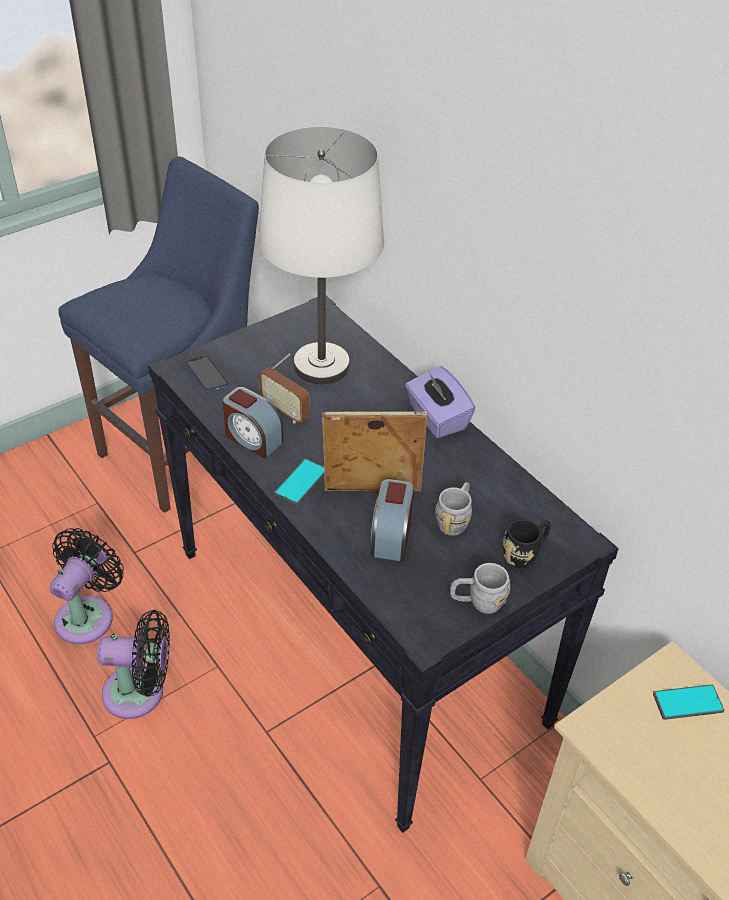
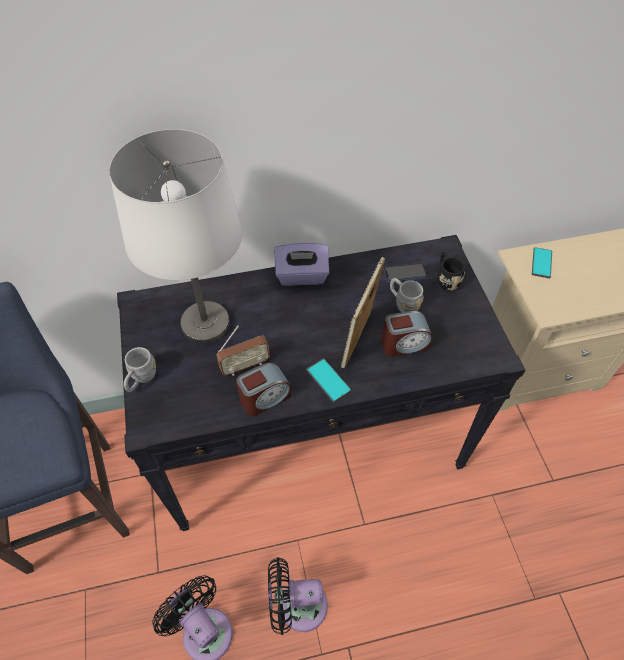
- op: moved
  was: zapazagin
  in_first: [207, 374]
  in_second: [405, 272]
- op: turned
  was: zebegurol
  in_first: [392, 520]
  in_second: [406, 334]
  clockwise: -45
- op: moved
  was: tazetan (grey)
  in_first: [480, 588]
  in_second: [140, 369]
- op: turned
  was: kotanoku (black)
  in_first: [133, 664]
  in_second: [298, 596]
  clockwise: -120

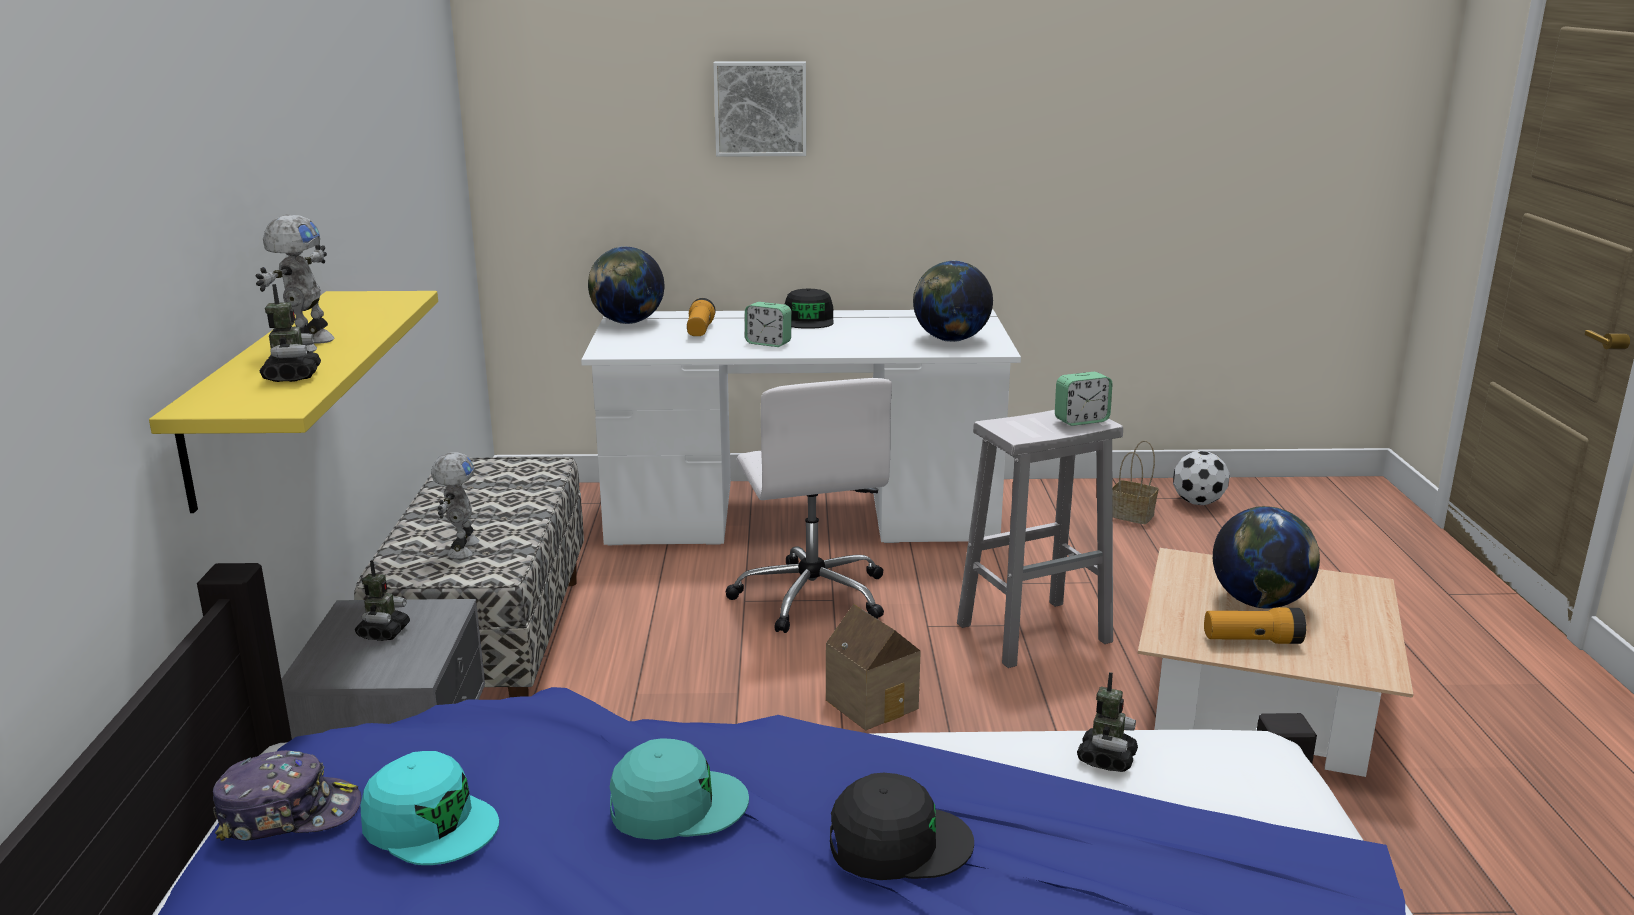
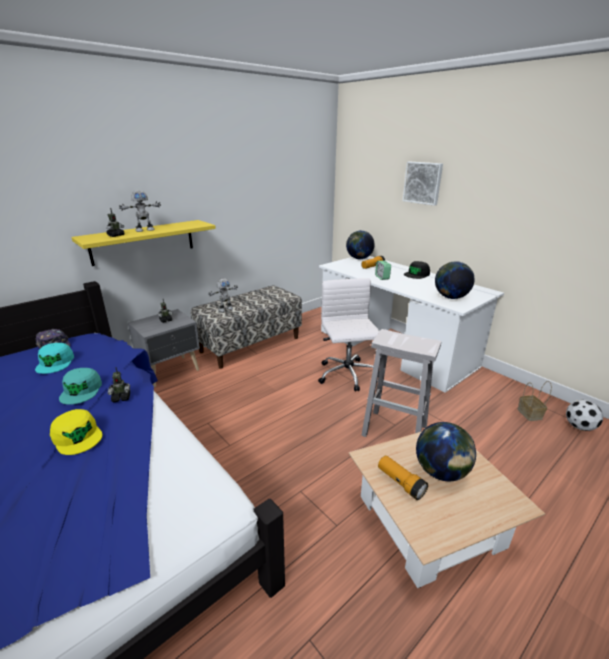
- op: removed
  was: zebegurol
  in_first: [1084, 399]
- op: turned
  was: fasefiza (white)
  in_first: [808, 505]
  in_second: [349, 335]
  clockwise: 135
- op: removed
  was: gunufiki
  in_first: [873, 667]
- op: moved
  was: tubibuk
  in_first: [1107, 722]
  in_second: [119, 384]
- op: turned
  was: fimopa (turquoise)
  in_first: [679, 789]
  in_second: [80, 386]
  clockwise: 45
- op: recoloured
  was: fimopa (black)
  now: fimopa (yellow)
  in_first: [902, 826]
  in_second: [76, 432]

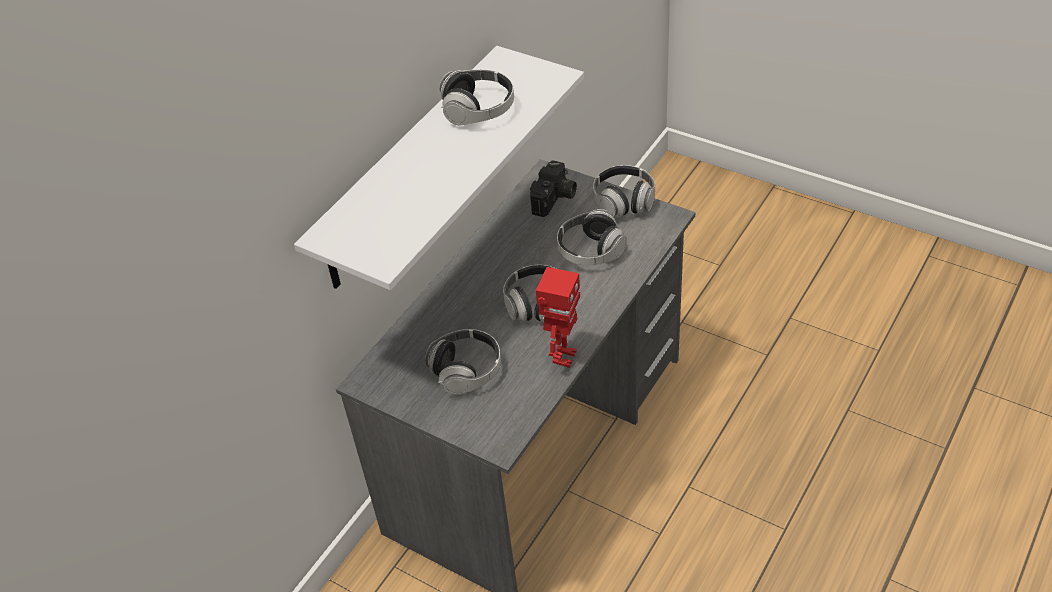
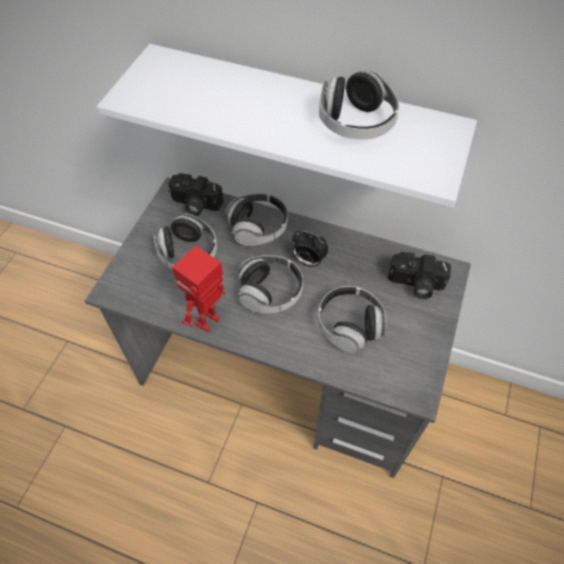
- op: moved
  was: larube
  in_first: [624, 191]
  in_second: [256, 219]
- op: turned
  was: tubibuk
  in_first: [558, 317]
  in_second: [199, 289]
  clockwise: 120
- op: added
  now: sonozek
  in_second: [195, 194]
- op: added
  now: zebegurol
  in_second: [310, 248]

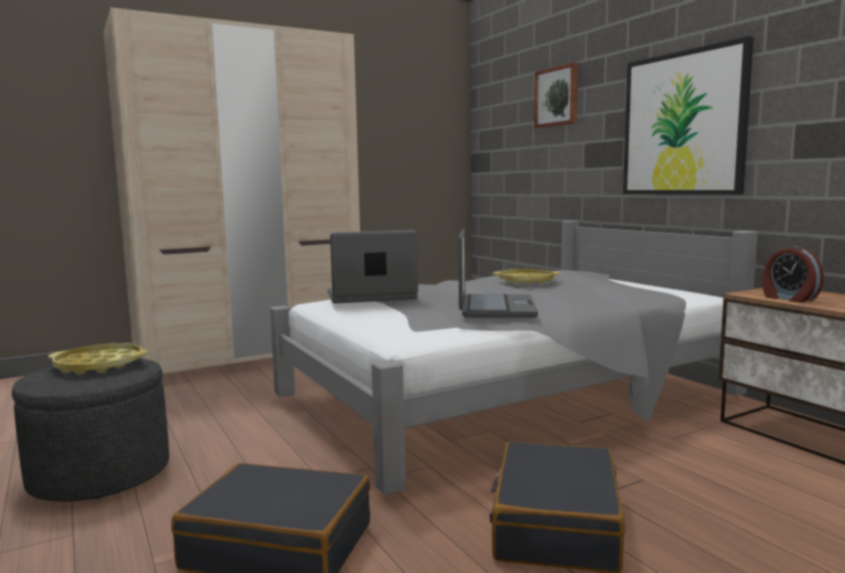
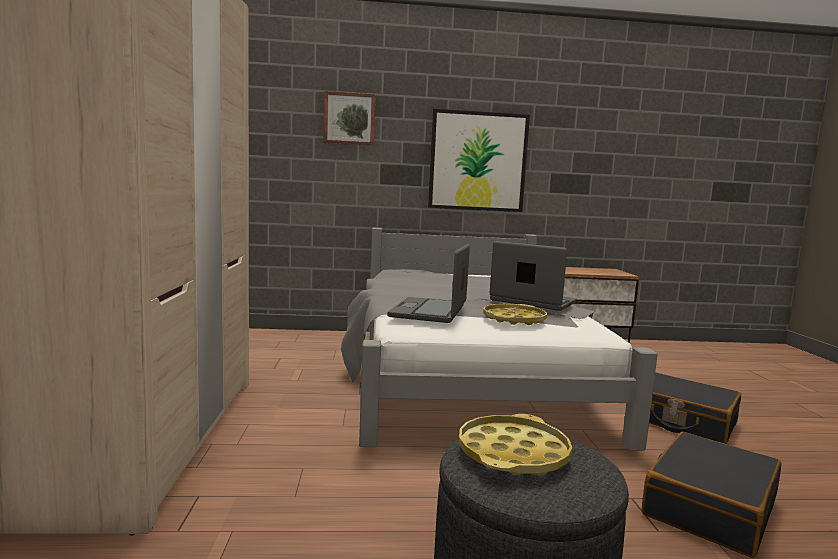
- op: removed
  was: zebegurol
  in_first: [793, 274]
- op: moved
  was: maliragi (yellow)
  in_first: [526, 276]
  in_second: [515, 314]

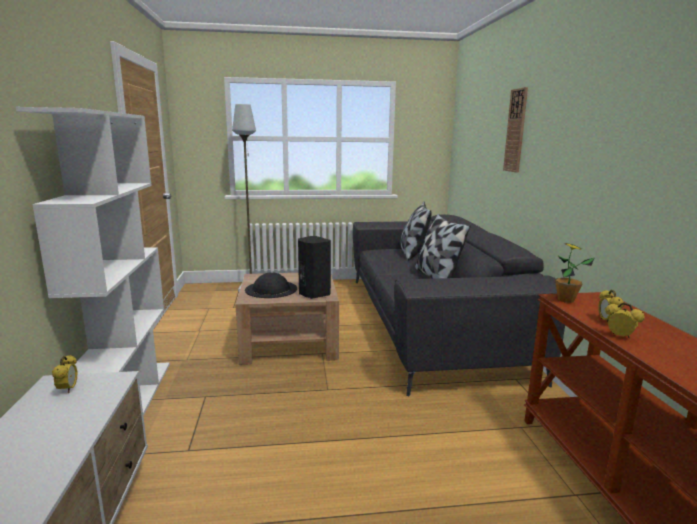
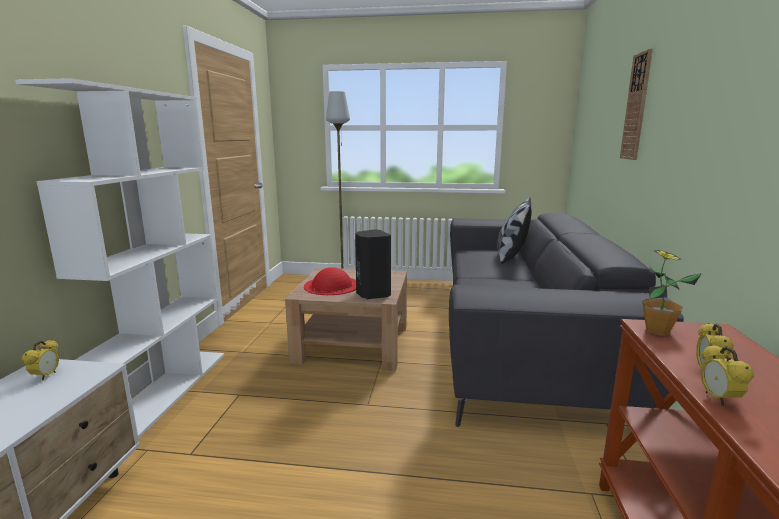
- op: removed
  was: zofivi
  in_first: [443, 246]
- op: recoloured
  was: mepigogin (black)
  now: mepigogin (red)
  in_first: [271, 285]
  in_second: [330, 281]
- op: turned
  was: zebegurol
  in_first: [625, 320]
  in_second: [727, 375]
  clockwise: -150

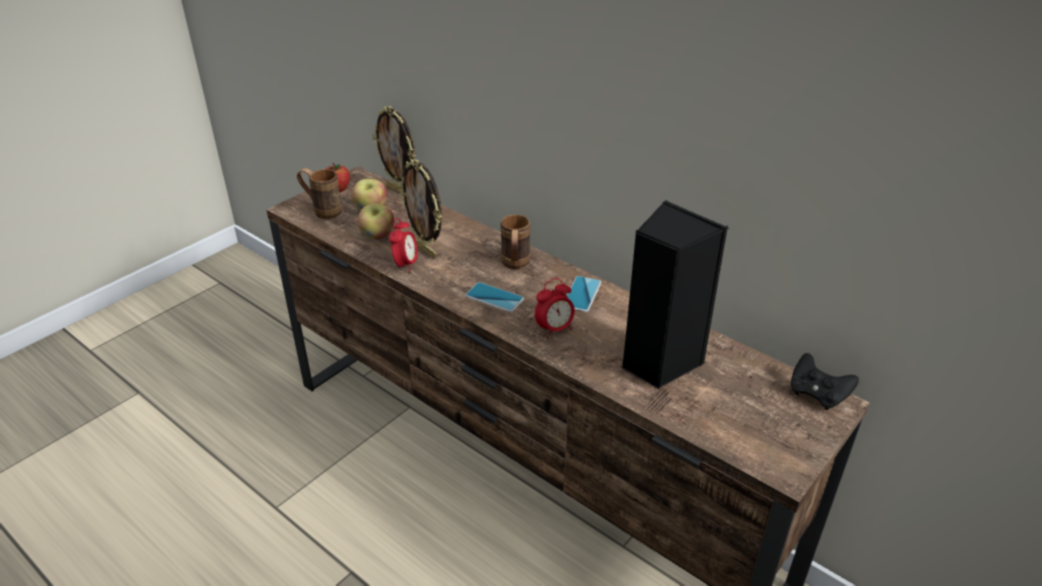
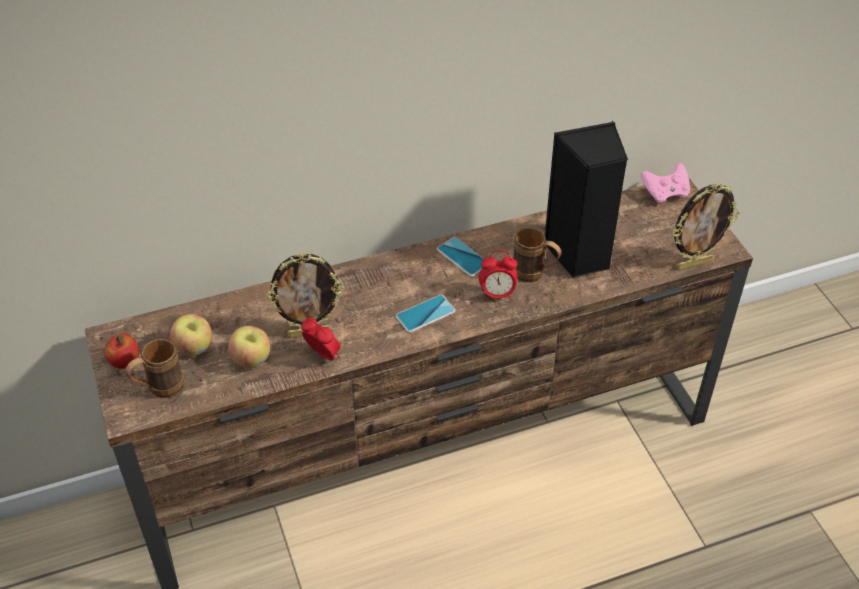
- op: moved
  was: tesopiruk
  in_first: [394, 150]
  in_second: [705, 227]
- op: moved
  was: tazetan (brown)
  in_first: [515, 241]
  in_second: [537, 254]
- op: turned
  was: zebegurol
  in_first: [555, 308]
  in_second: [498, 276]
  clockwise: 90
- op: recoloured
  was: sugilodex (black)
  now: sugilodex (pink)
  in_first: [825, 381]
  in_second: [665, 183]

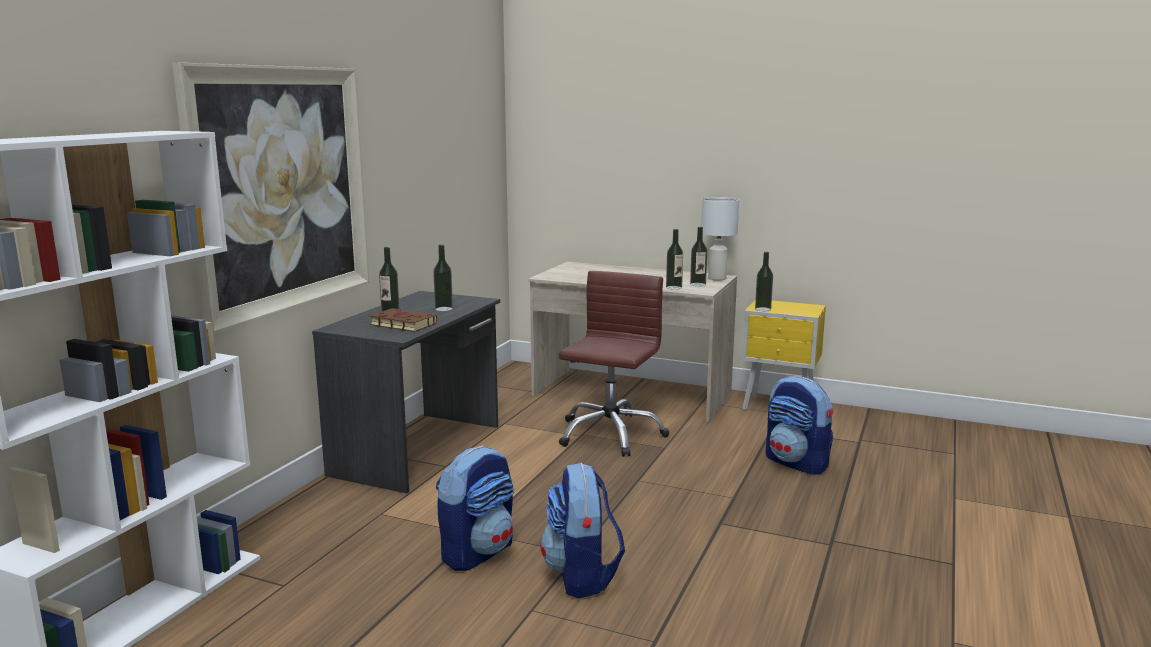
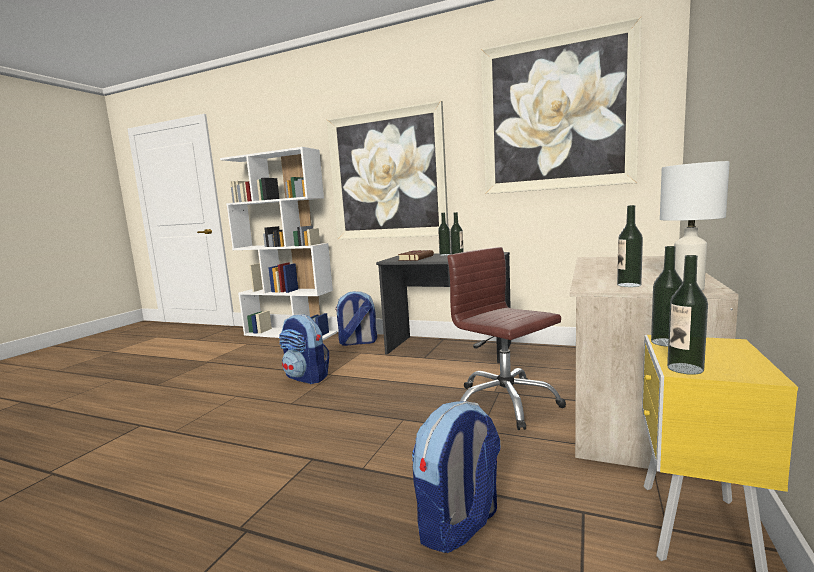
- op: moved
  was: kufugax
  in_first: [674, 259]
  in_second: [687, 315]
- op: turned
  was: fasefiza (brown)
  in_first: [614, 364]
  in_second: [506, 338]
  clockwise: -150
- op: moved
  was: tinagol
  in_first: [582, 530]
  in_second: [356, 318]
- op: added
  now: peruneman
  in_second: [561, 105]

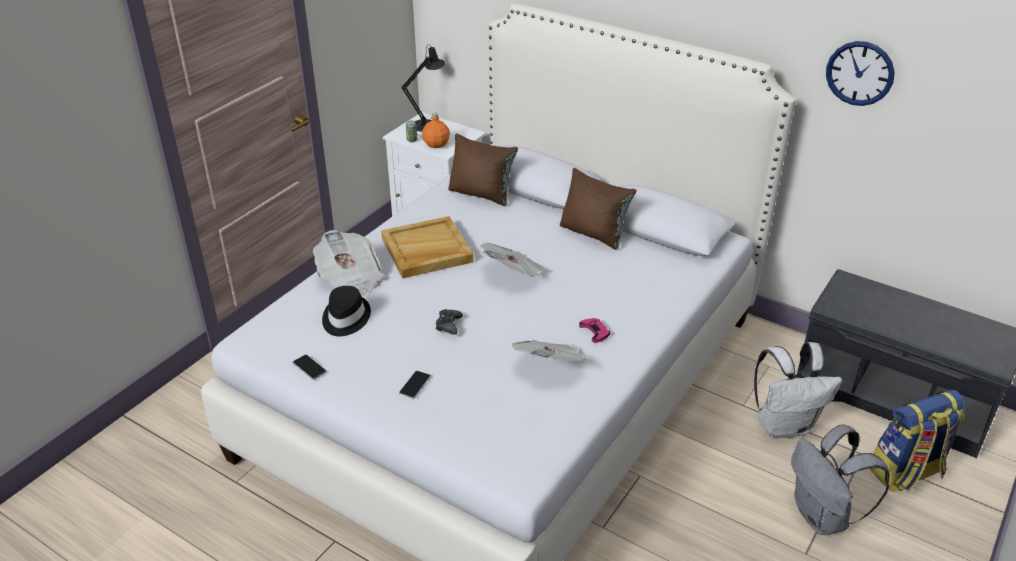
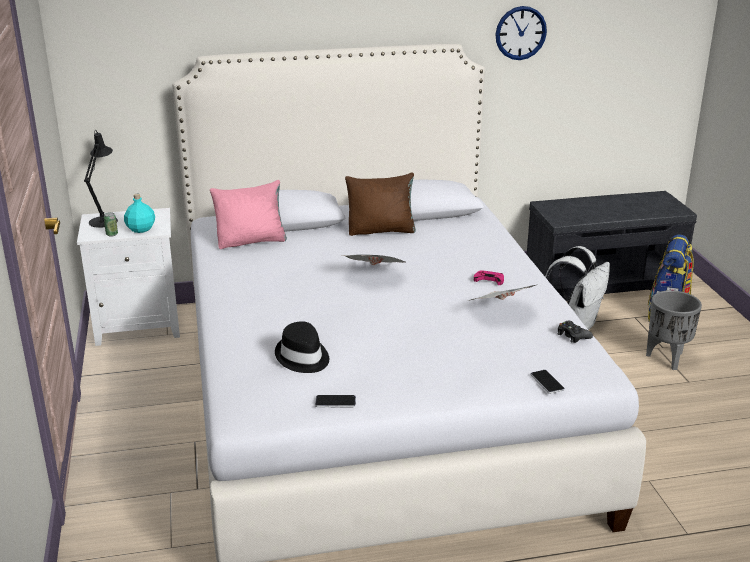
- op: recoloured
  was: kufugax (orange)
  now: kufugax (turquoise)
  in_first: [436, 130]
  in_second: [139, 213]
- op: recoloured
  was: zofivi (brown)
  now: zofivi (pink)
  in_first: [483, 170]
  in_second: [248, 214]
- op: removed
  was: maliragi (beige)
  in_first: [427, 247]
- op: removed
  was: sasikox
  in_first: [348, 263]
- op: moved
  was: sugilodex (black)
  in_first: [449, 322]
  in_second: [575, 331]
- op: moved
  was: zapazagin
  in_first: [415, 385]
  in_second: [547, 382]
- op: replaced
  was: tinagol (grey)
  now: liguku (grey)
  in_first: [840, 479]
  in_second: [674, 330]

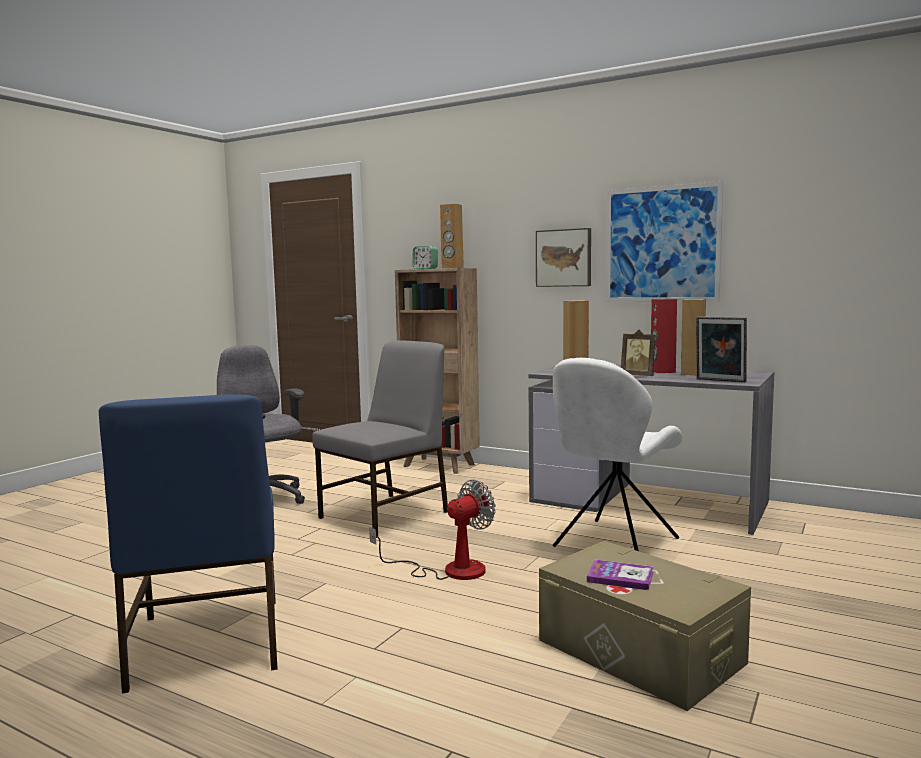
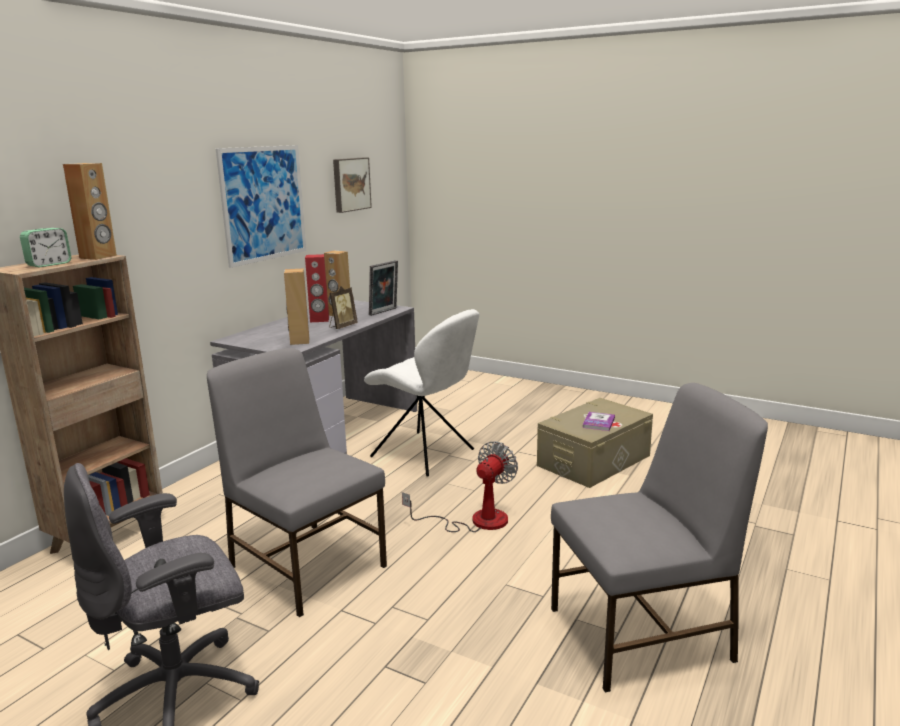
- op: moved
  was: peruneman
  in_first: [563, 257]
  in_second: [352, 185]
- op: recoloured
  was: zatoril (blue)
  now: zatoril (grey)
  in_first: [188, 543]
  in_second: [659, 538]
- op: turned
  was: kotanoku
  in_first: [432, 529]
  in_second: [460, 486]
  clockwise: 75

